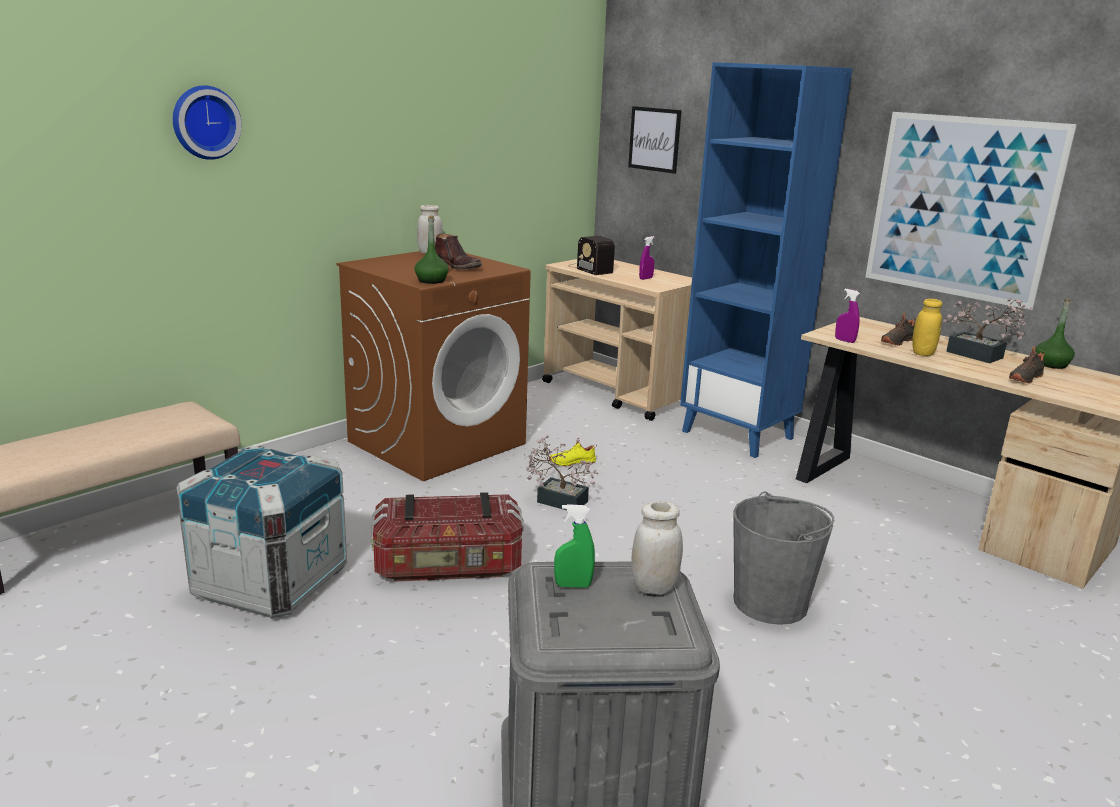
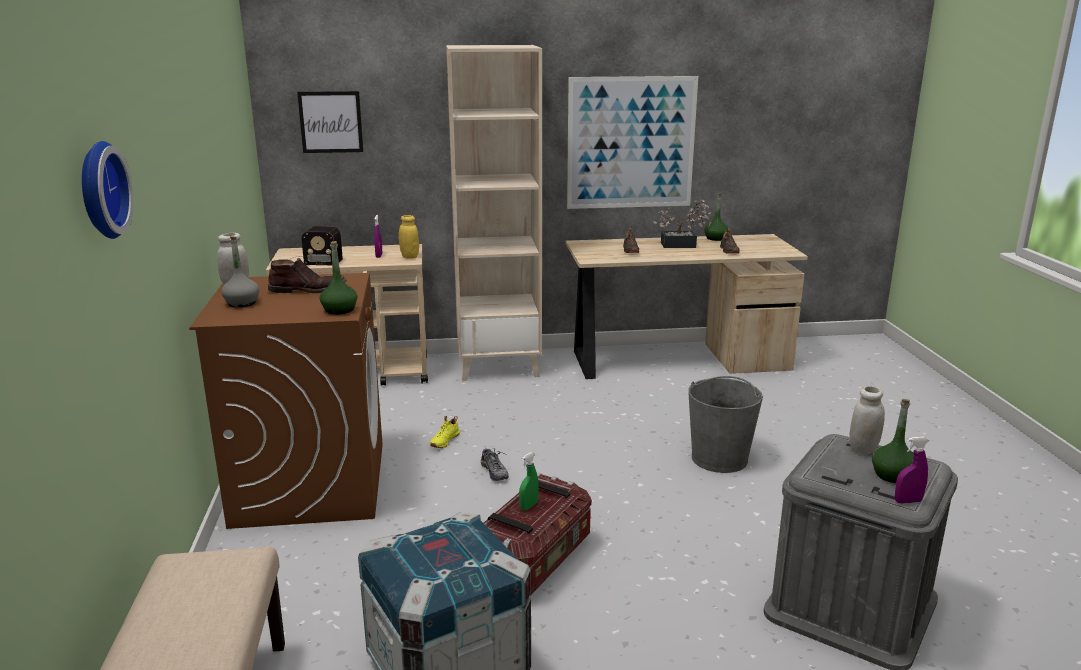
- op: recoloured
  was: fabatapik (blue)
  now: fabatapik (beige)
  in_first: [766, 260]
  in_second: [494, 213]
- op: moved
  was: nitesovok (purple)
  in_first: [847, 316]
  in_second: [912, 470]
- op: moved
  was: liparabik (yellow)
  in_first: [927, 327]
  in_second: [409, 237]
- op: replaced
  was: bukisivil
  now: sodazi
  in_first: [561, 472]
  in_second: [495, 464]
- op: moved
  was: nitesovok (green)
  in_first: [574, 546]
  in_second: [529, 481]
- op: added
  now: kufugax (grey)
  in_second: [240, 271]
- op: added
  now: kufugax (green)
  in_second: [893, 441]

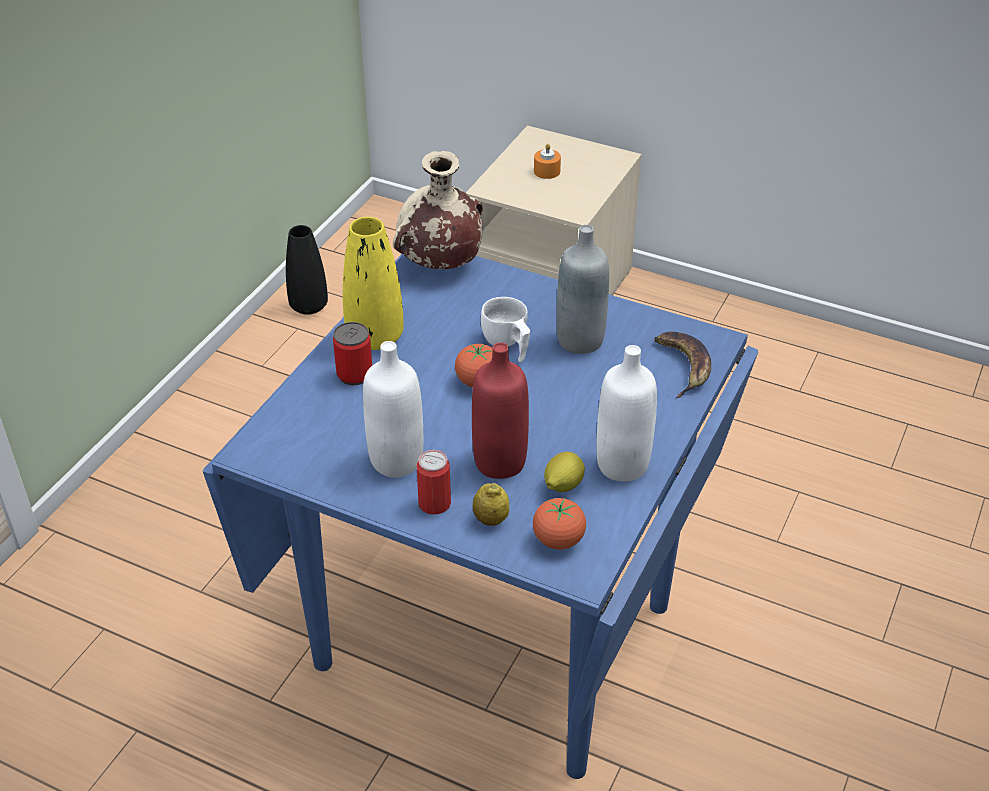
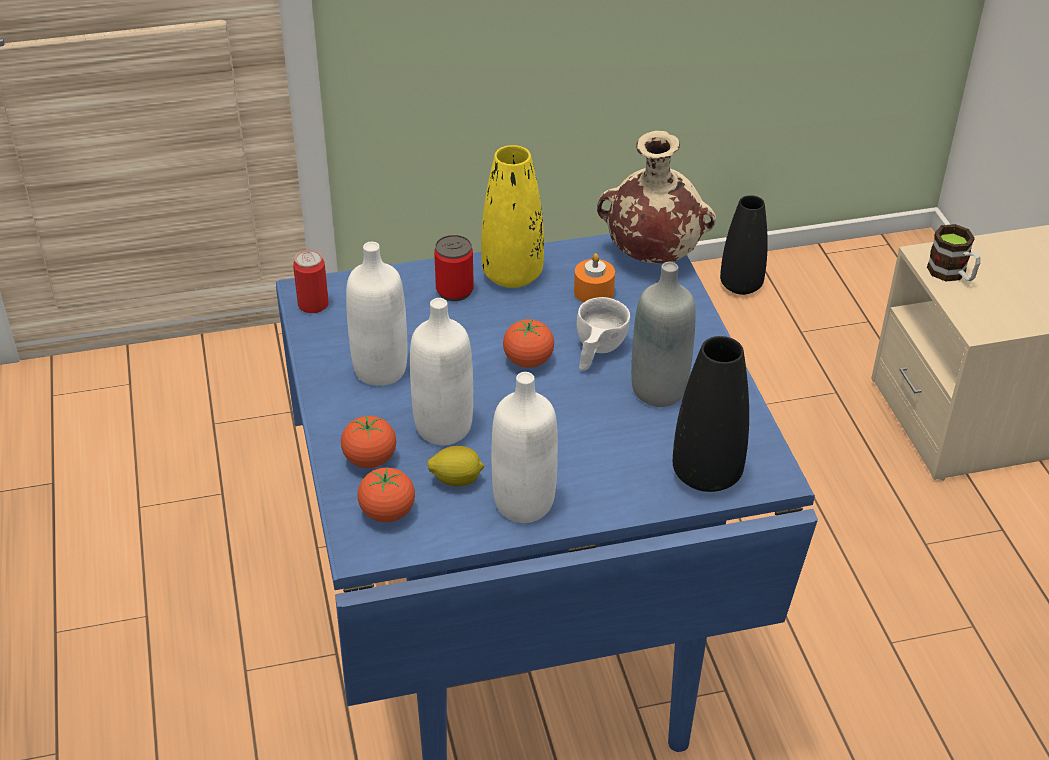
- op: moved
  was: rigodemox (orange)
  in_first: [547, 161]
  in_second: [594, 278]
- op: replaced
  was: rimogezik
  now: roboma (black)
  in_first: [682, 365]
  in_second: [711, 414]
- op: recoloured
  was: kufugax (red)
  now: kufugax (white)
  in_first: [500, 410]
  in_second: [441, 372]
- op: moved
  was: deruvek
  in_first: [433, 482]
  in_second: [311, 281]
- op: replaced
  was: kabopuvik
  now: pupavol
  in_first: [491, 504]
  in_second: [368, 442]
- op: added
  now: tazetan
  in_second: [953, 252]

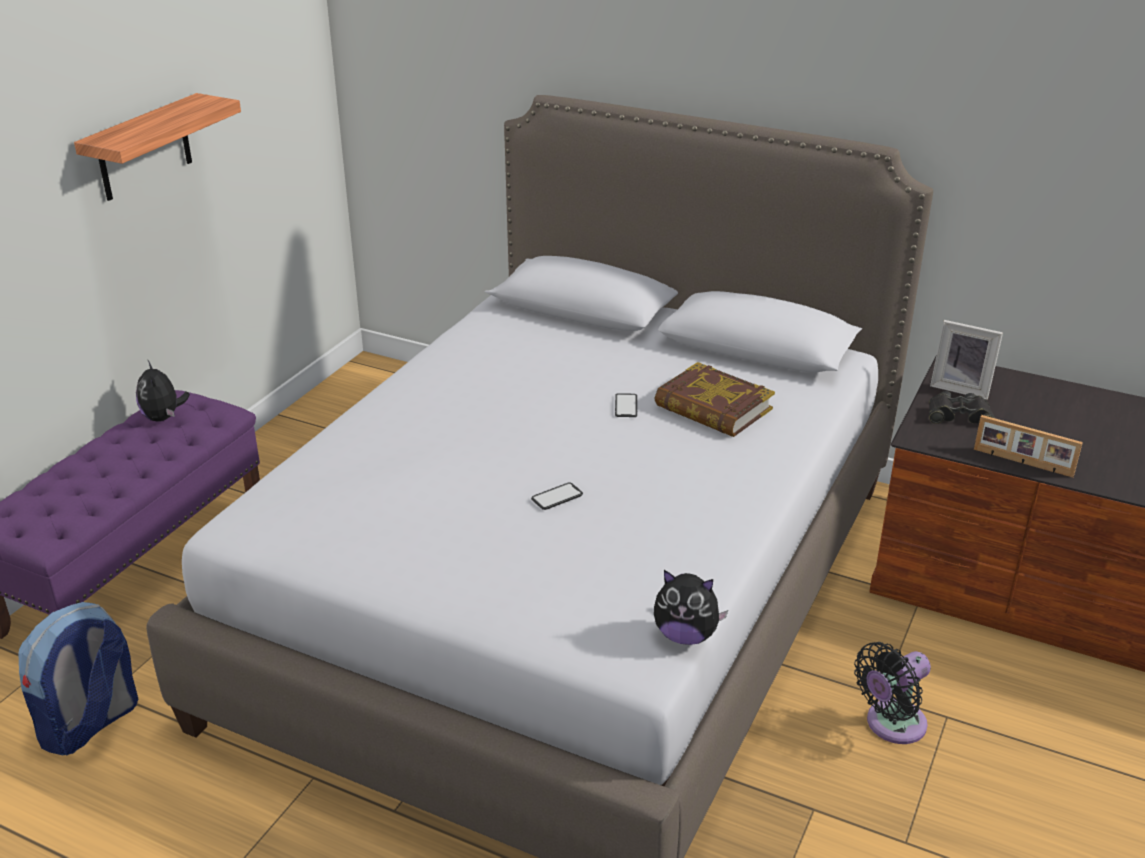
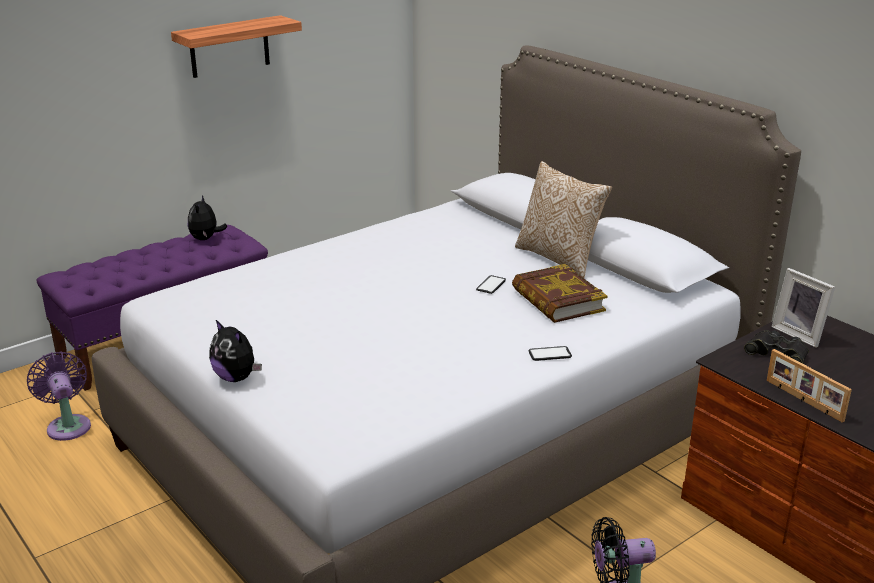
- op: moved
  was: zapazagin
  in_first: [557, 496]
  in_second: [550, 353]
- op: moved
  was: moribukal
  in_first: [691, 607]
  in_second: [235, 351]
- op: replaced
  was: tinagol
  now: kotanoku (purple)
  in_first: [78, 678]
  in_second: [59, 396]
- op: added
  now: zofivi
  in_second: [563, 219]

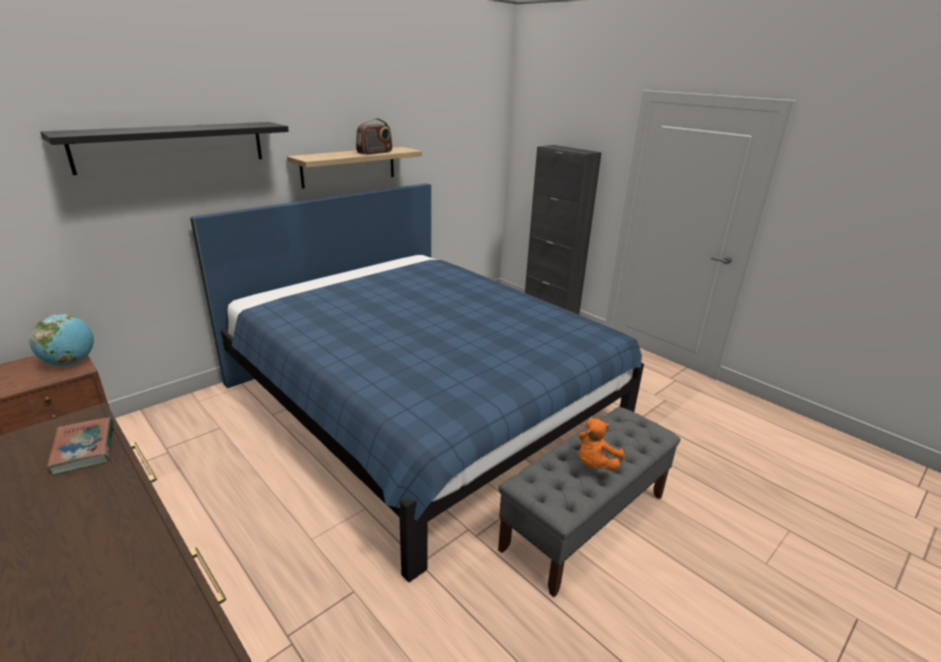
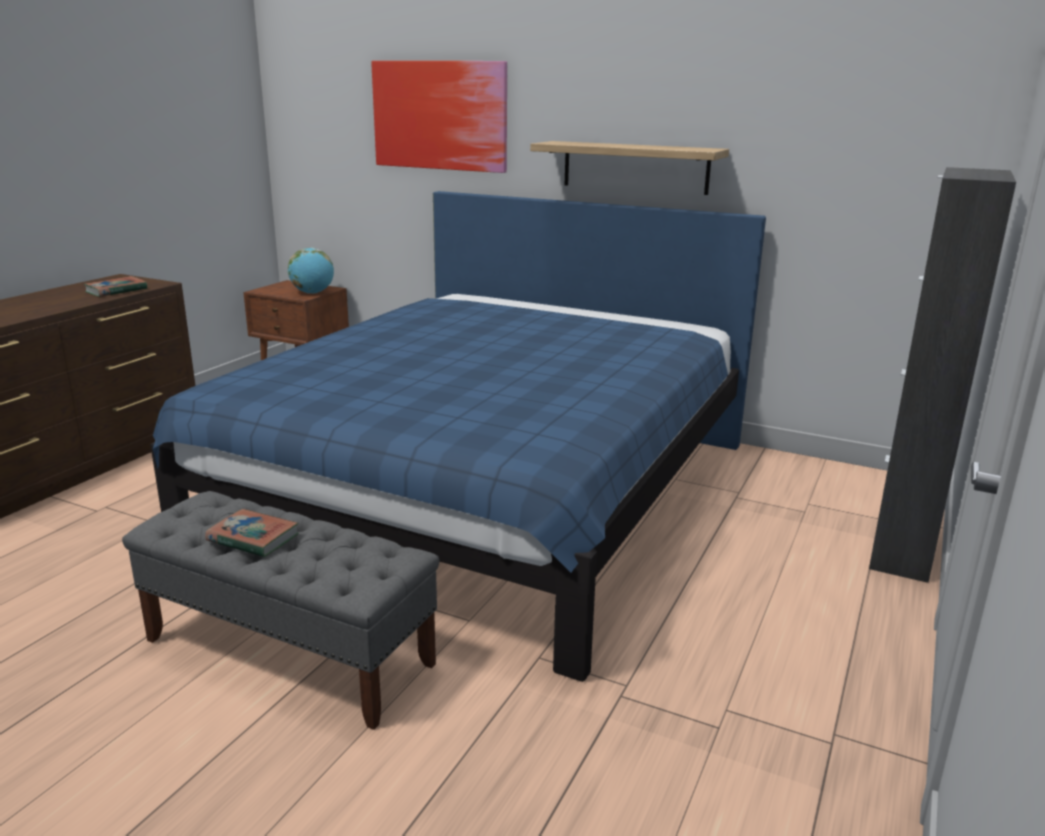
- op: removed
  was: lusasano
  in_first: [374, 136]
- op: replaced
  was: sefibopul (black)
  now: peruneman
  in_first: [164, 148]
  in_second: [439, 117]
- op: replaced
  was: moribukal (orange)
  now: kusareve
  in_first: [601, 445]
  in_second: [252, 533]

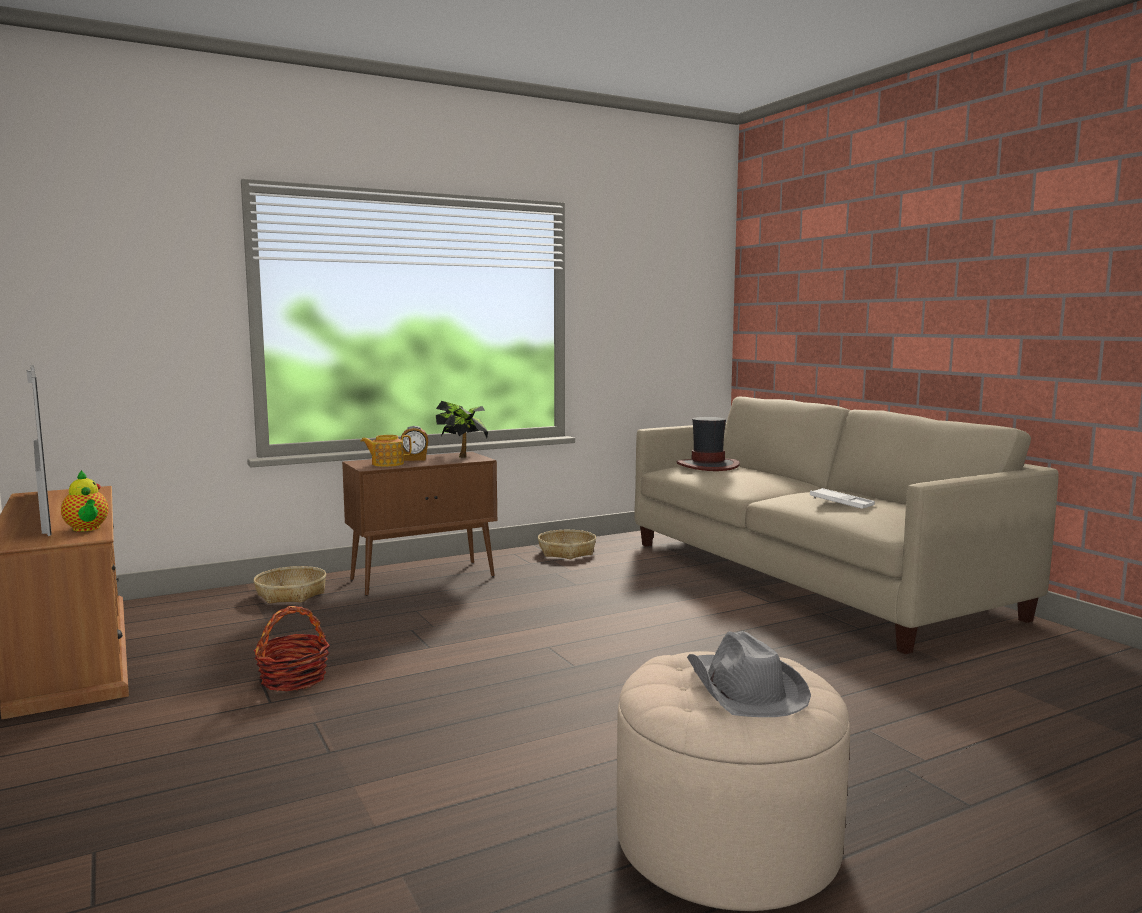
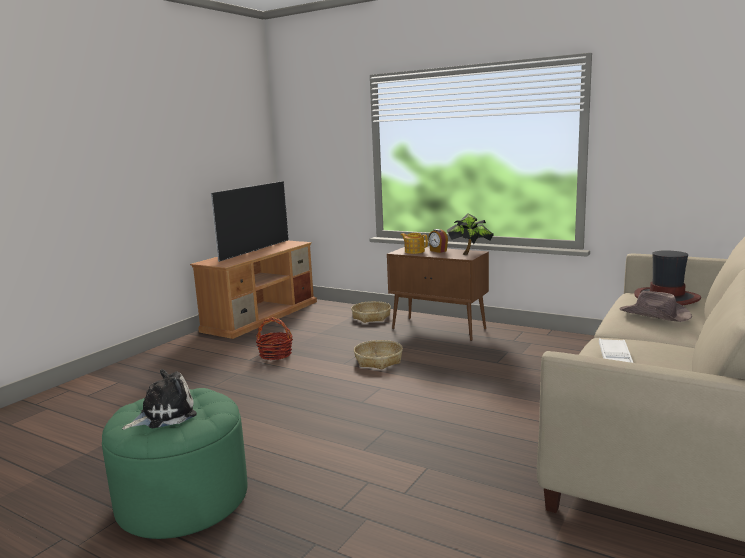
- op: removed
  was: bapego
  in_first: [85, 501]
- op: moved
  was: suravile
  in_first: [567, 544]
  in_second: [378, 354]
- op: replaced
  was: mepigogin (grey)
  now: moribukal
  in_first: [749, 674]
  in_second: [159, 399]
- op: recoloured
  was: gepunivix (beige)
  now: gepunivix (green)
  in_first: [733, 781]
  in_second: [175, 463]
- op: added
  now: mepigogin (brown)
  in_second: [656, 306]

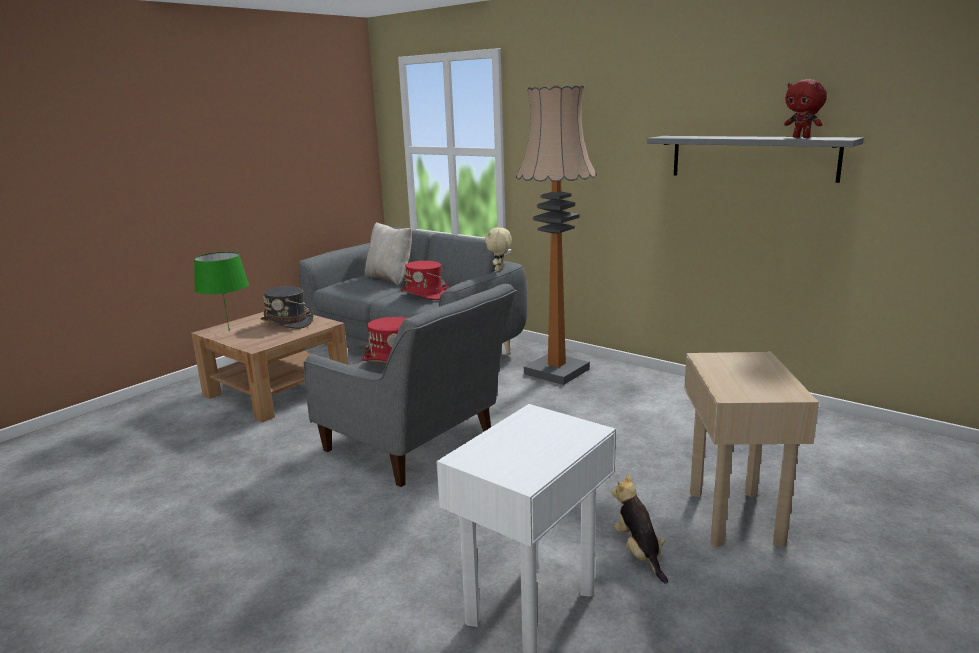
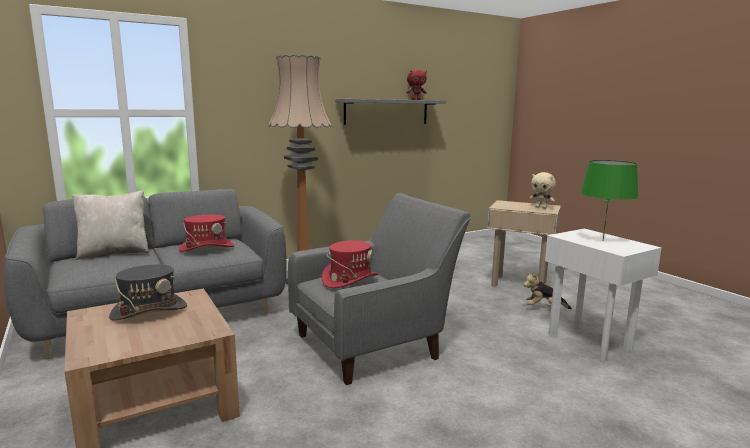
- op: moved
  was: moribukal (beige)
  in_first: [498, 249]
  in_second: [542, 190]
- op: moved
  was: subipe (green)
  in_first: [221, 291]
  in_second: [609, 200]

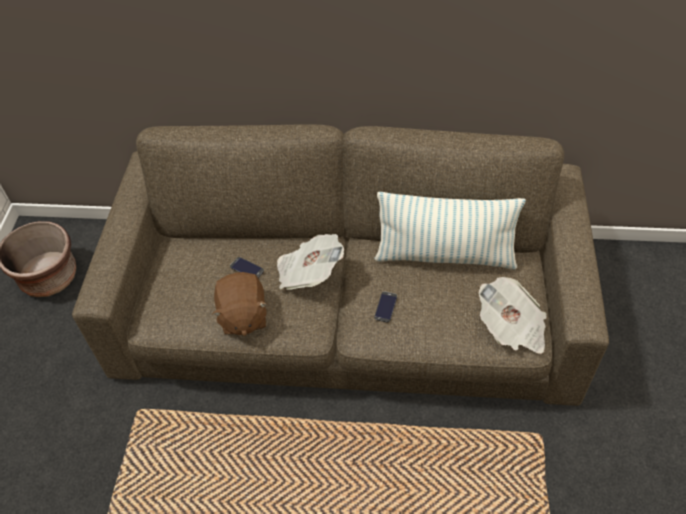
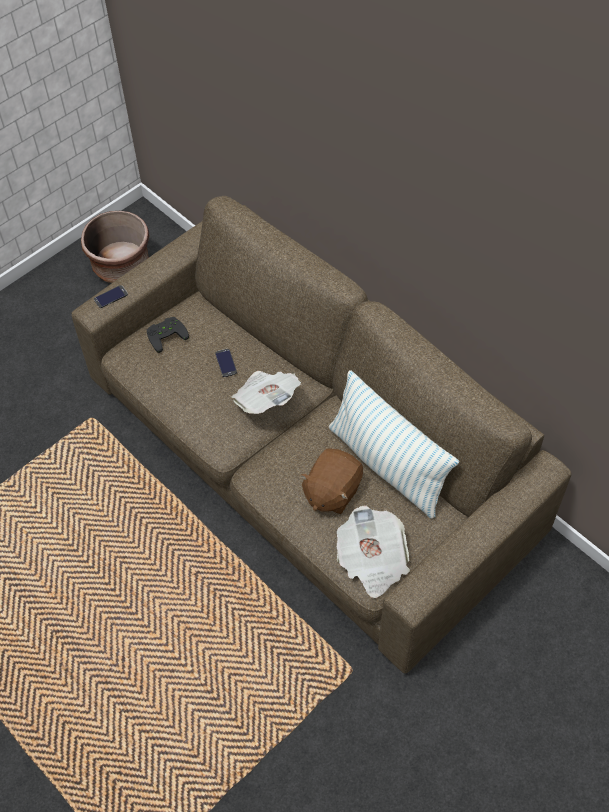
- op: moved
  was: moribukal (brown)
  in_first: [240, 304]
  in_second: [331, 481]
- op: moved
  was: zapazagin
  in_first: [385, 306]
  in_second: [111, 296]
- op: added
  now: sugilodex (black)
  in_second: [168, 335]

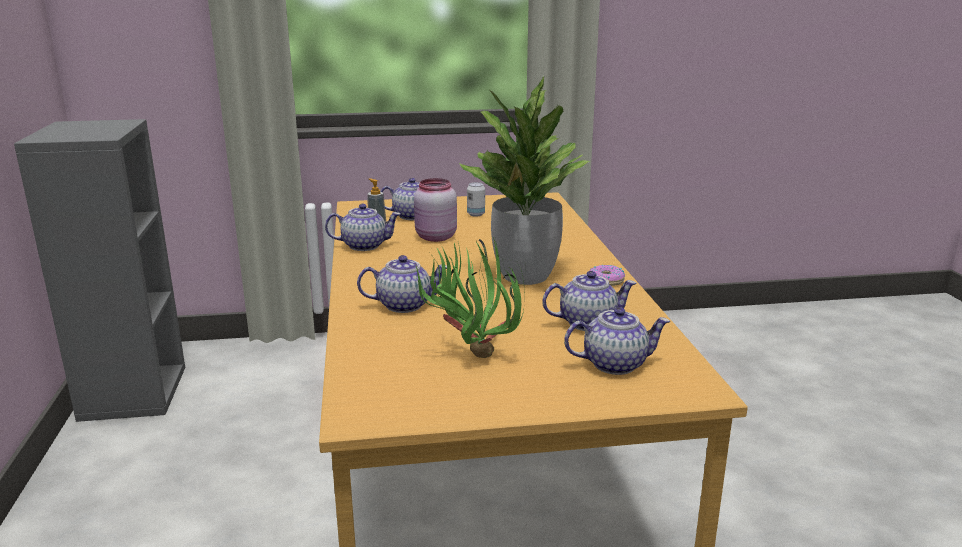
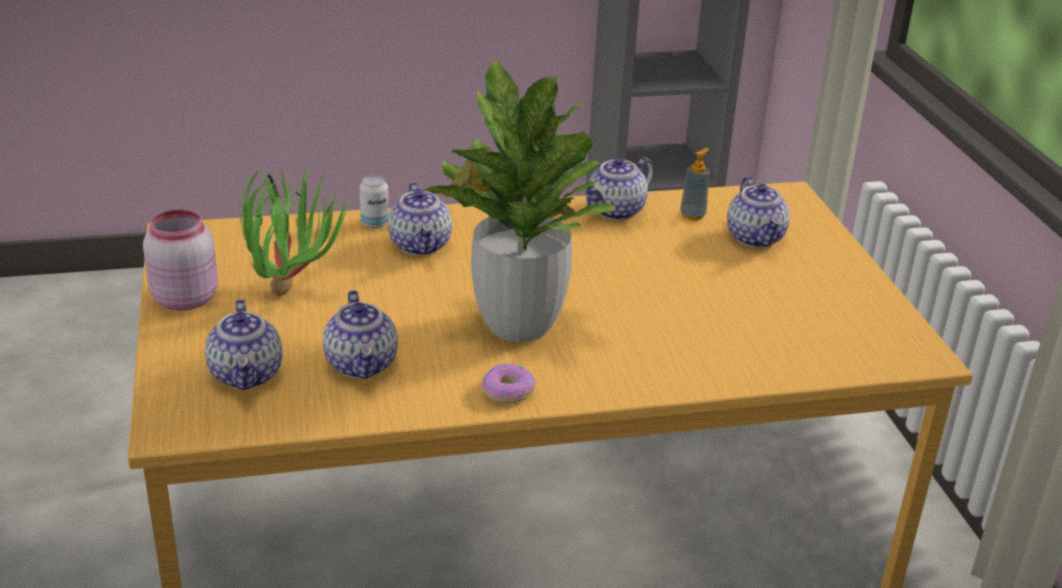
- op: moved
  was: liparabik (pink)
  in_first: [435, 210]
  in_second: [180, 260]
- op: moved
  was: deruvek
  in_first: [476, 199]
  in_second: [374, 202]
- op: turned
  was: bapego
  in_first: [363, 227]
  in_second: [618, 188]
  clockwise: 60

